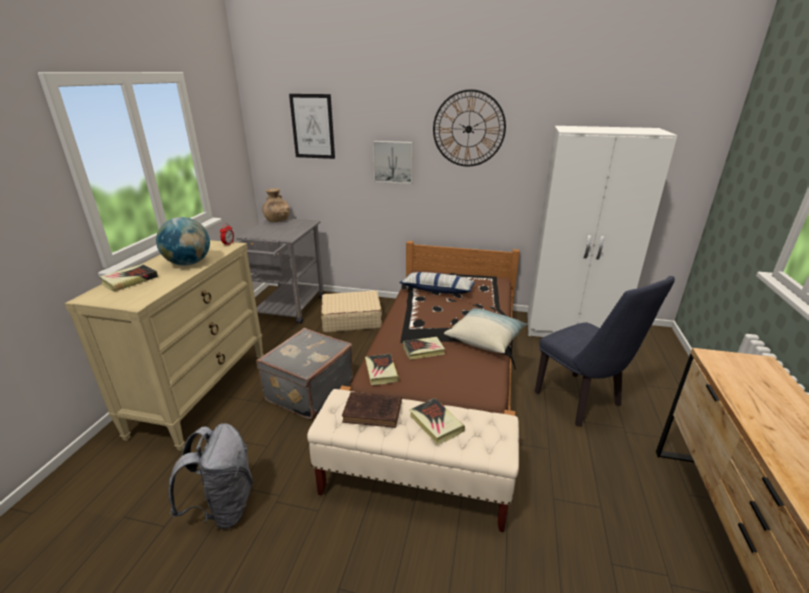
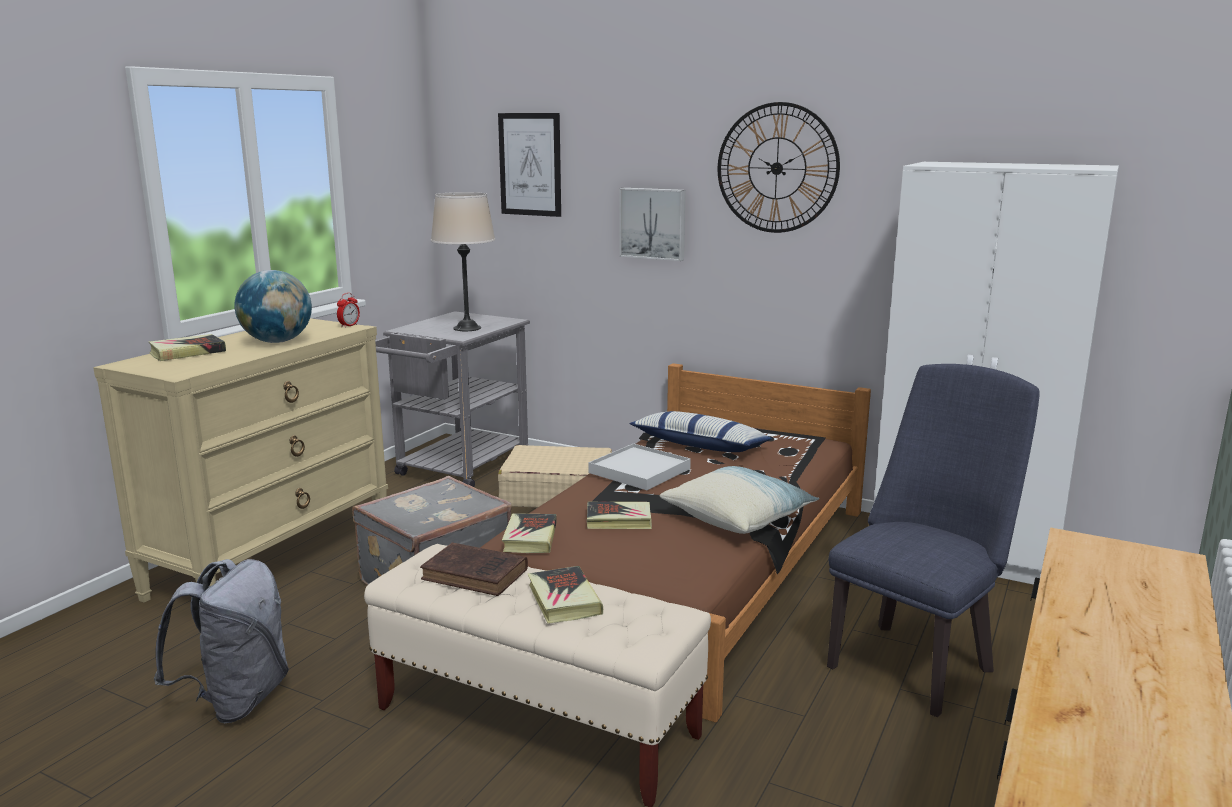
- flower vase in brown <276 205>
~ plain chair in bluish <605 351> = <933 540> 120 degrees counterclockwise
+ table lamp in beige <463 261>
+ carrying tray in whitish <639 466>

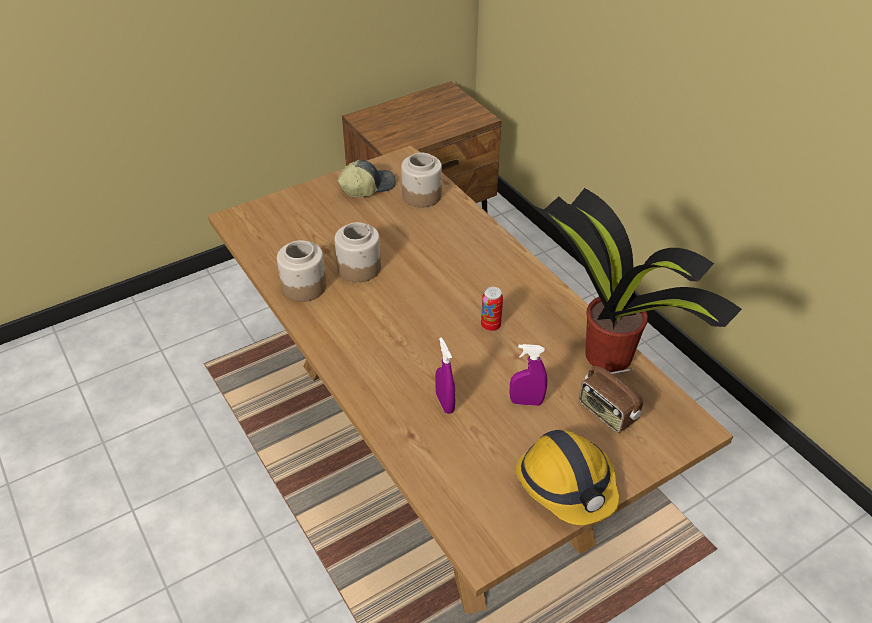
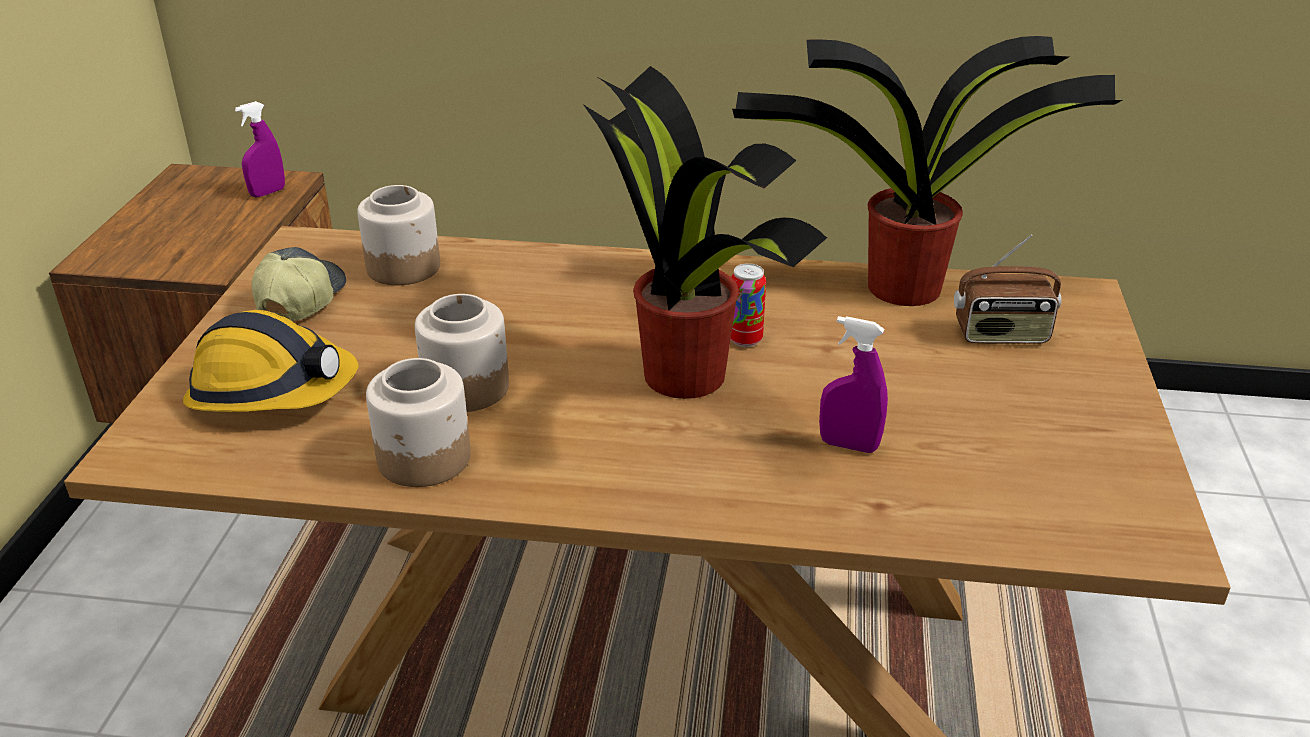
~ sprayer in purplish <528 375> to <260 149>
~ safety helmet <567 477> to <271 361>
+ potted plant <705 232>

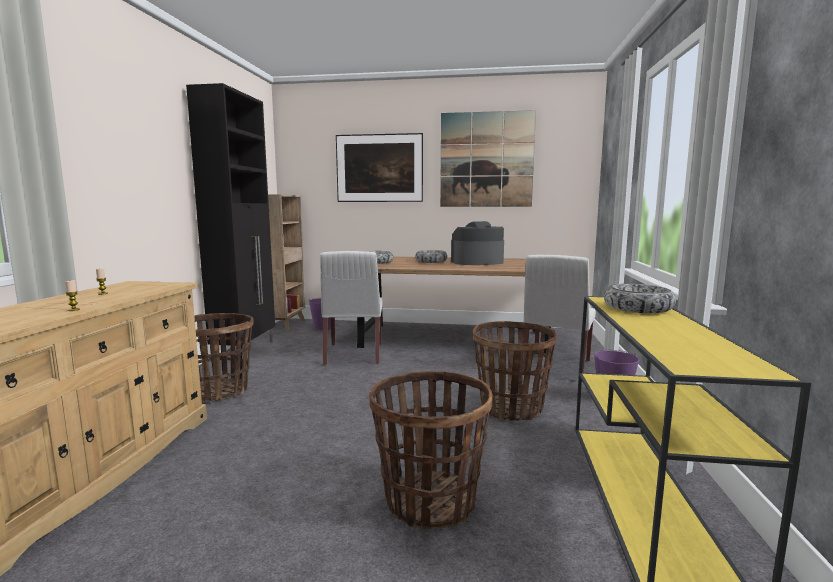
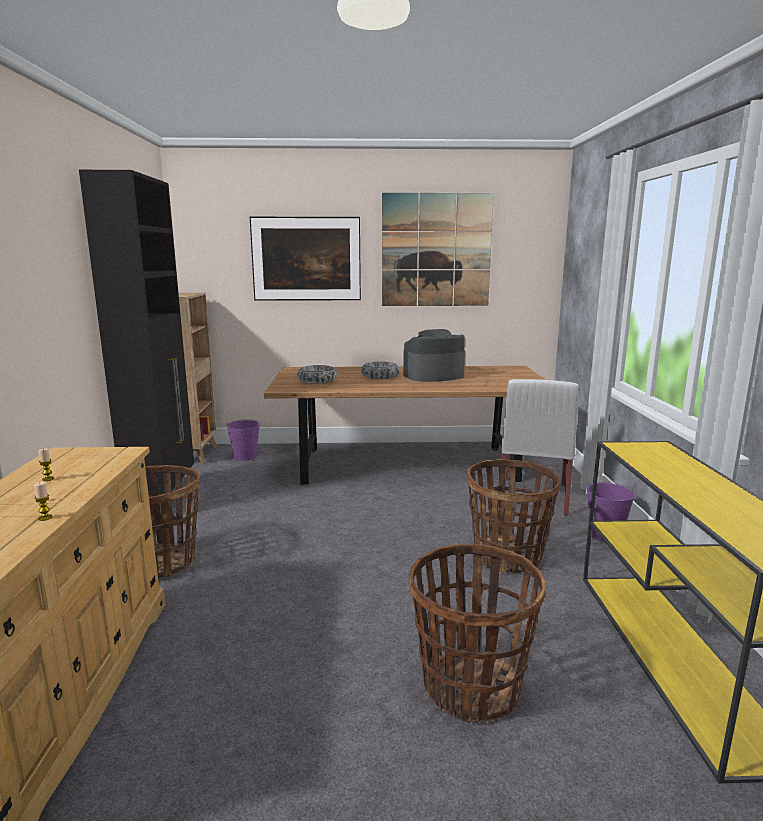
- plain chair in whitish <351 308>
- serving bowl <640 298>

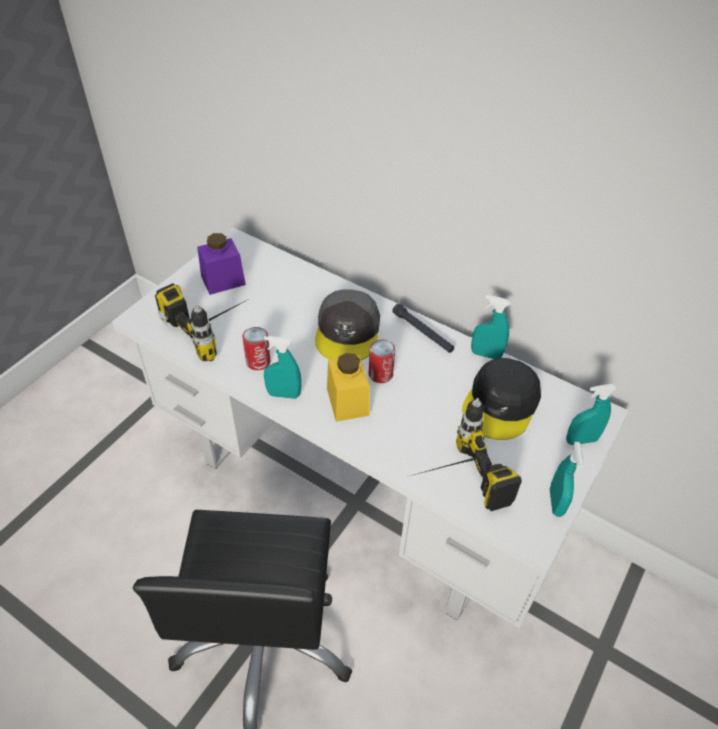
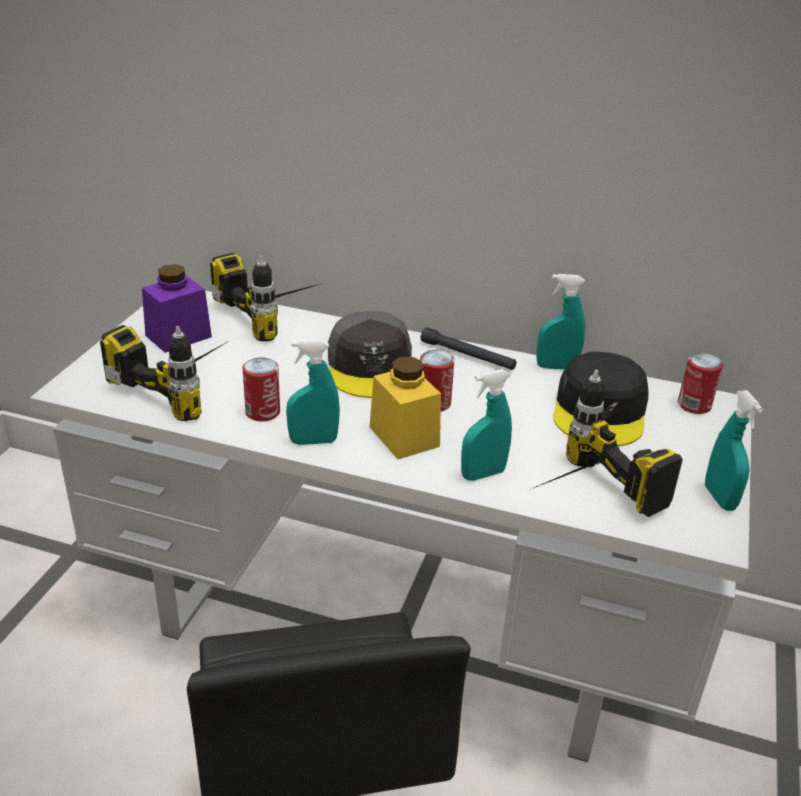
~ sprayer in turquoise <591 414> to <486 425>
+ electric drill <264 297>
+ can <700 383>

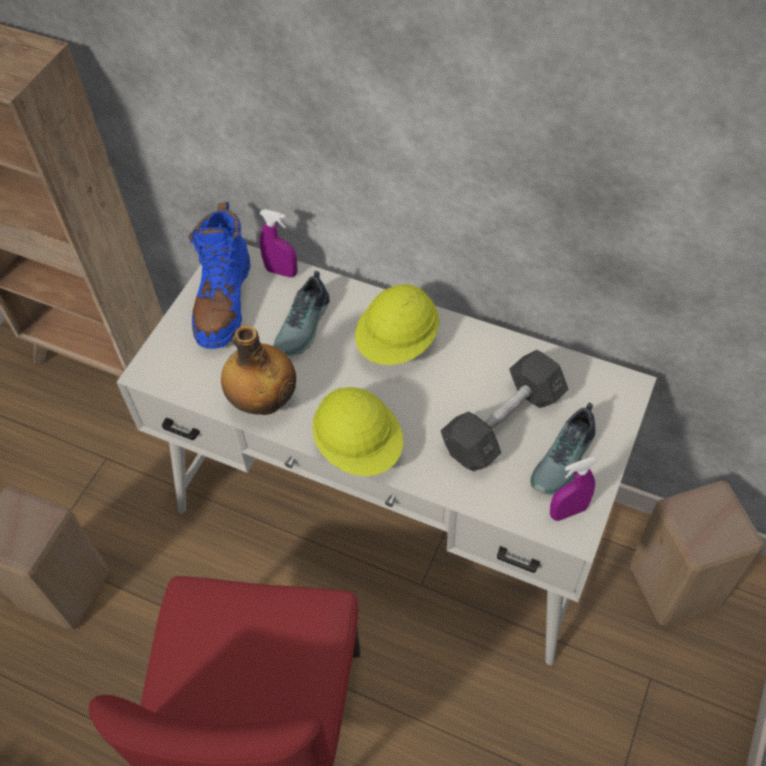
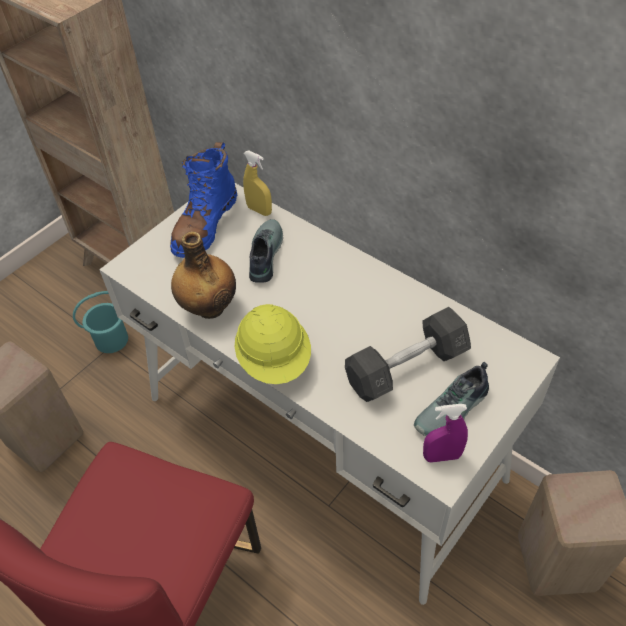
~ sprayer in purplish <279 243> to sprayer in yellow-coloured <257 183>
~ low shoe <301 313> = <266 251> 150 degrees clockwise
- safety helmet in yellow-coloured <397 324>
+ pail in turquoise <100 322>

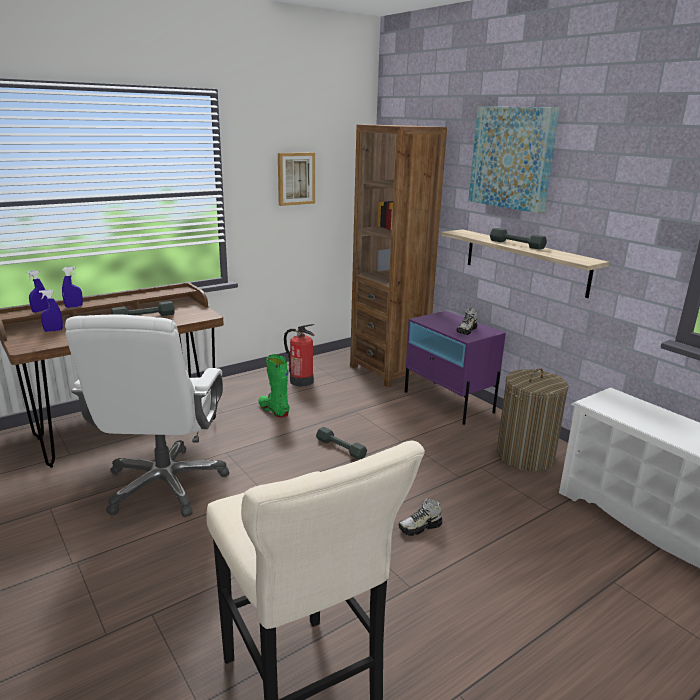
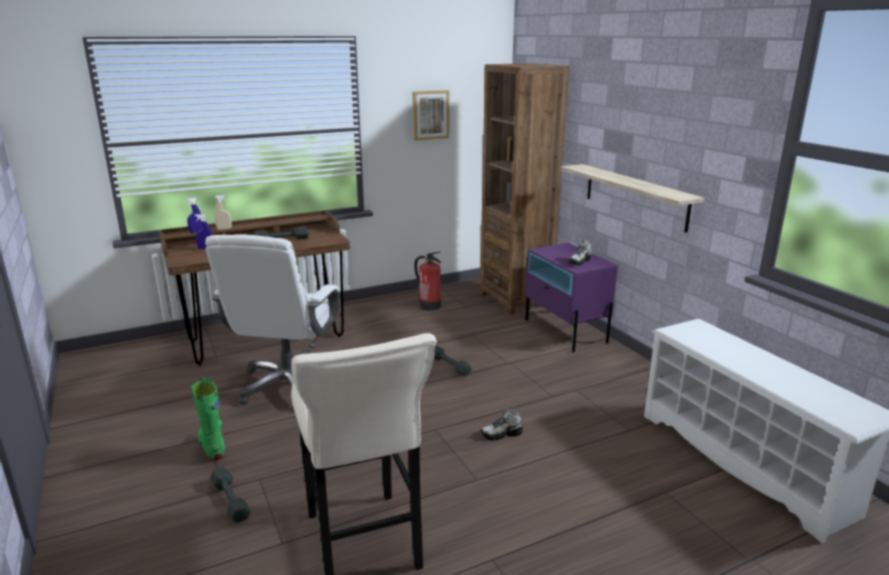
~ sprayer in bluish <72 287> to sprayer in beige <223 212>
~ boot in greenish <274 385> to <208 419>
- wall picture <514 160>
~ hand weight in greyish <518 239> to <230 495>
- hamper <532 420>

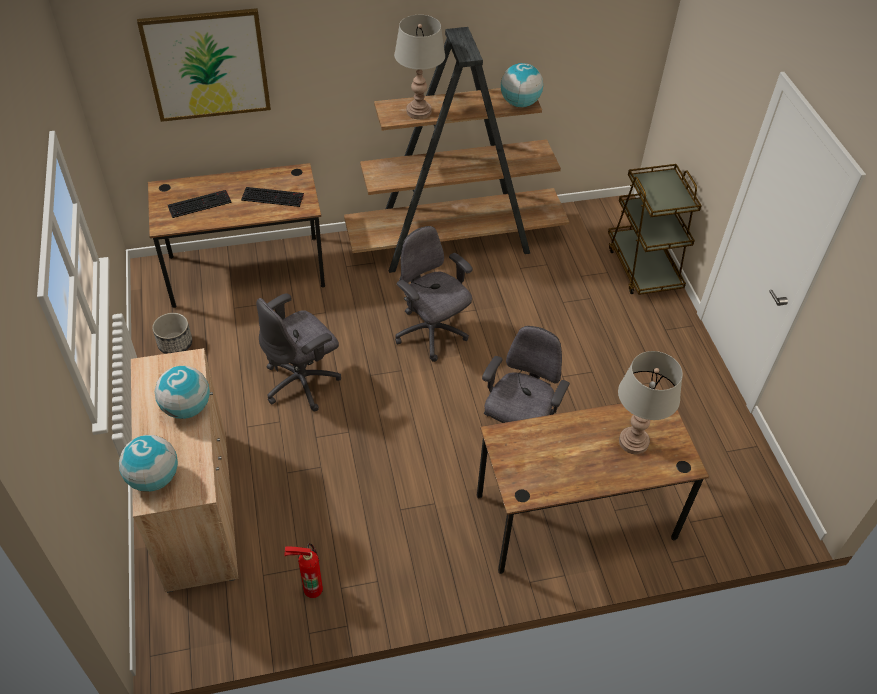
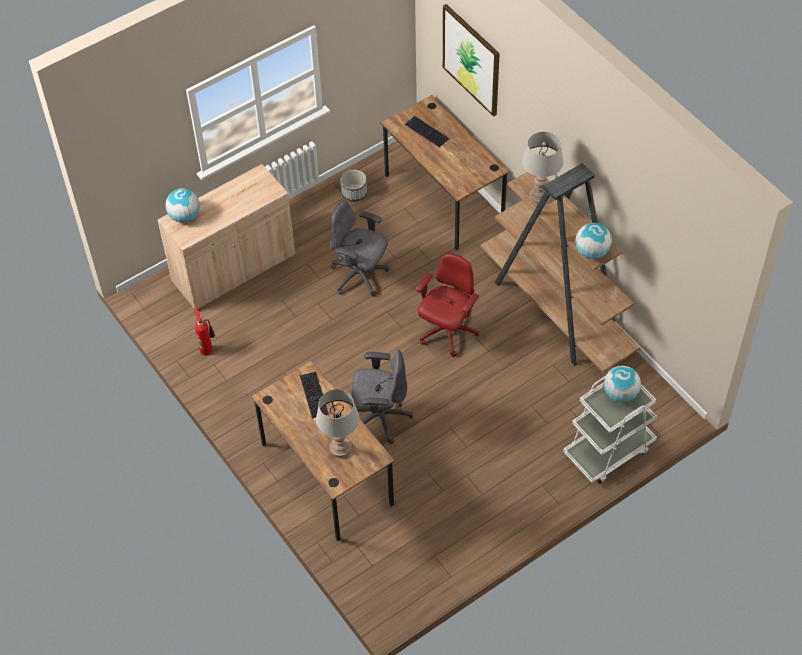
~ desk globe <182 392> to <622 384>
~ PC keyboard <272 197> to <314 395>
~ office chair in greyish <433 294> to office chair in reddish <448 305>
~ wheeled cart in brown <655 229> to wheeled cart in whitish <610 430>

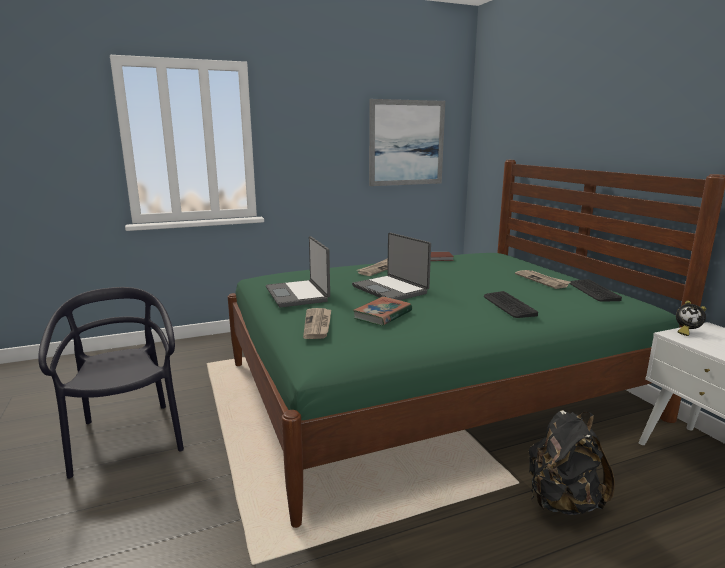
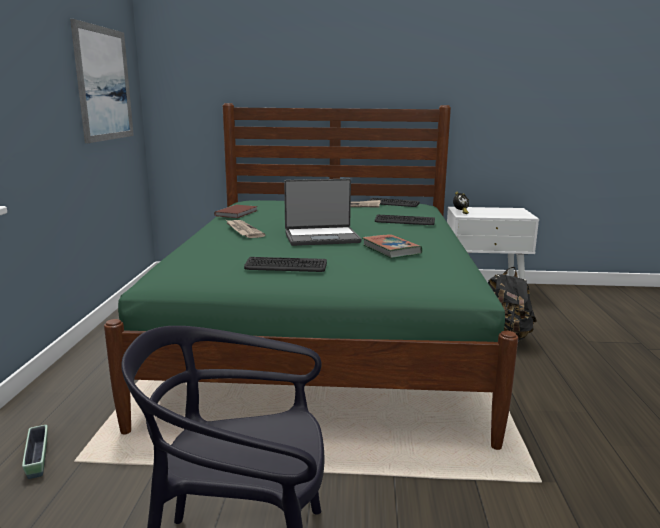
~ portable computer <298 271> to PC keyboard <285 264>
- printed paper <317 323>
+ planter <35 452>

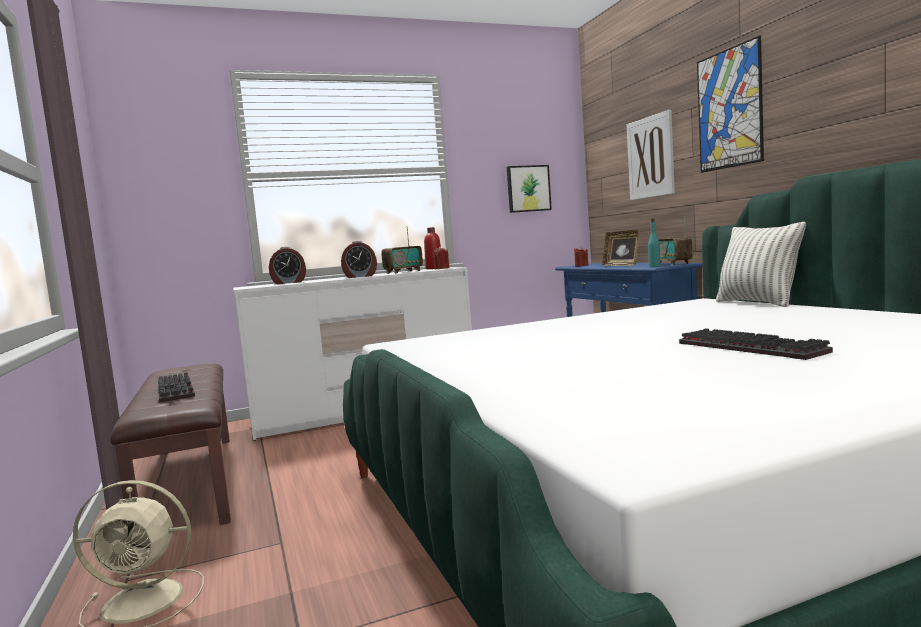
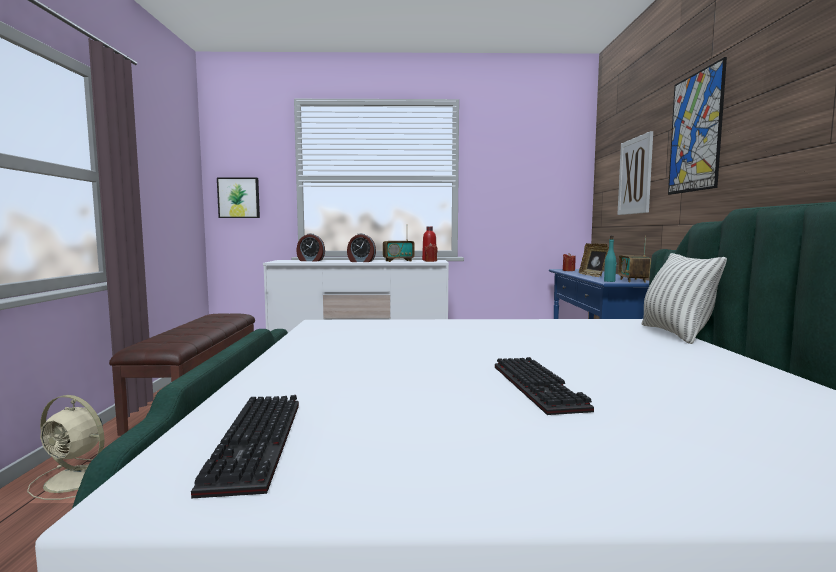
~ PC keyboard <176 387> to <245 447>
~ wall picture <529 189> to <238 198>

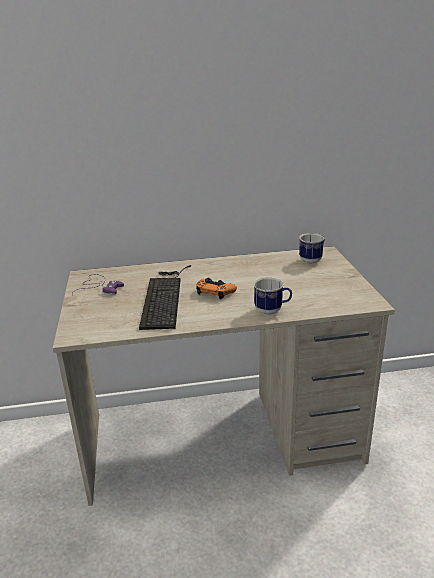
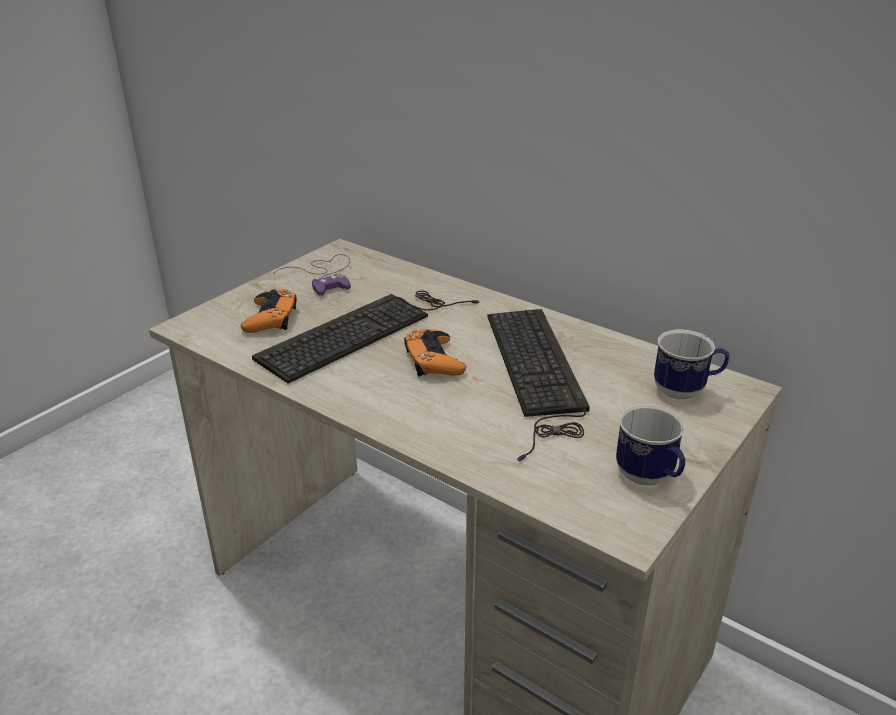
~ mug <273 296> to <650 444>
+ gamepad in orangey <268 311>
+ PC keyboard <539 385>

